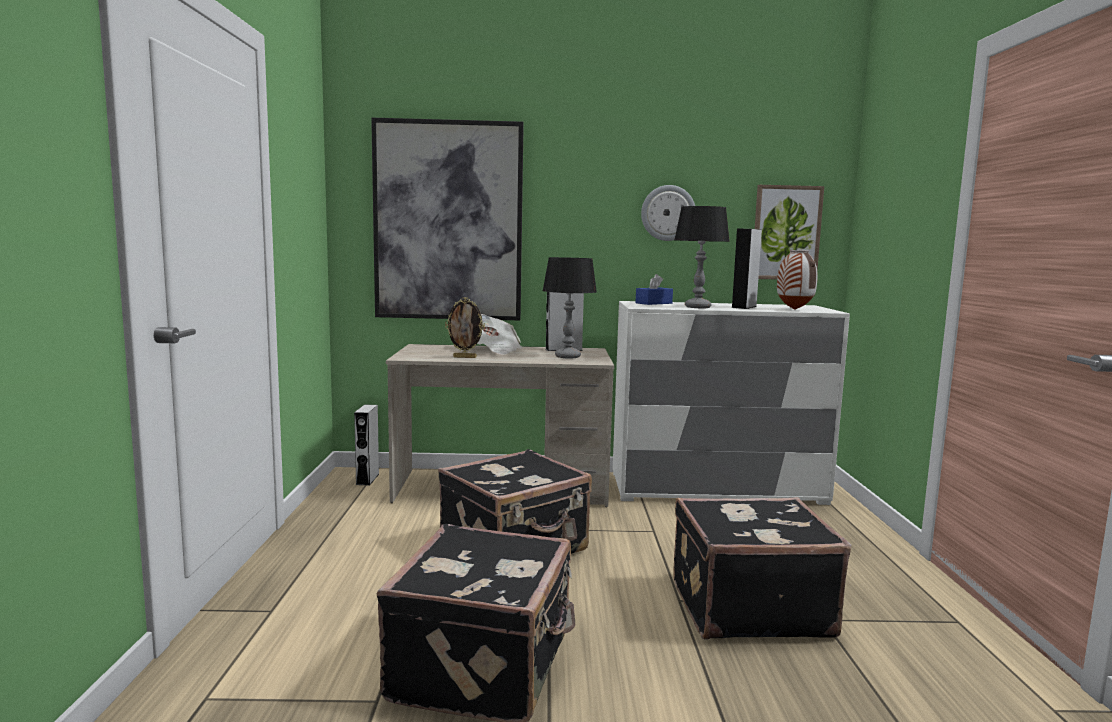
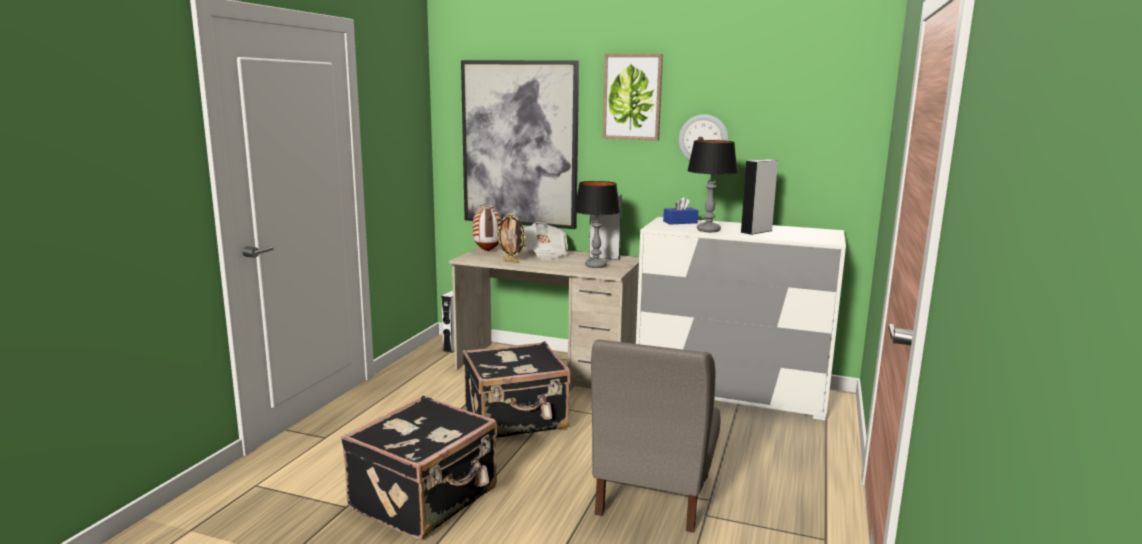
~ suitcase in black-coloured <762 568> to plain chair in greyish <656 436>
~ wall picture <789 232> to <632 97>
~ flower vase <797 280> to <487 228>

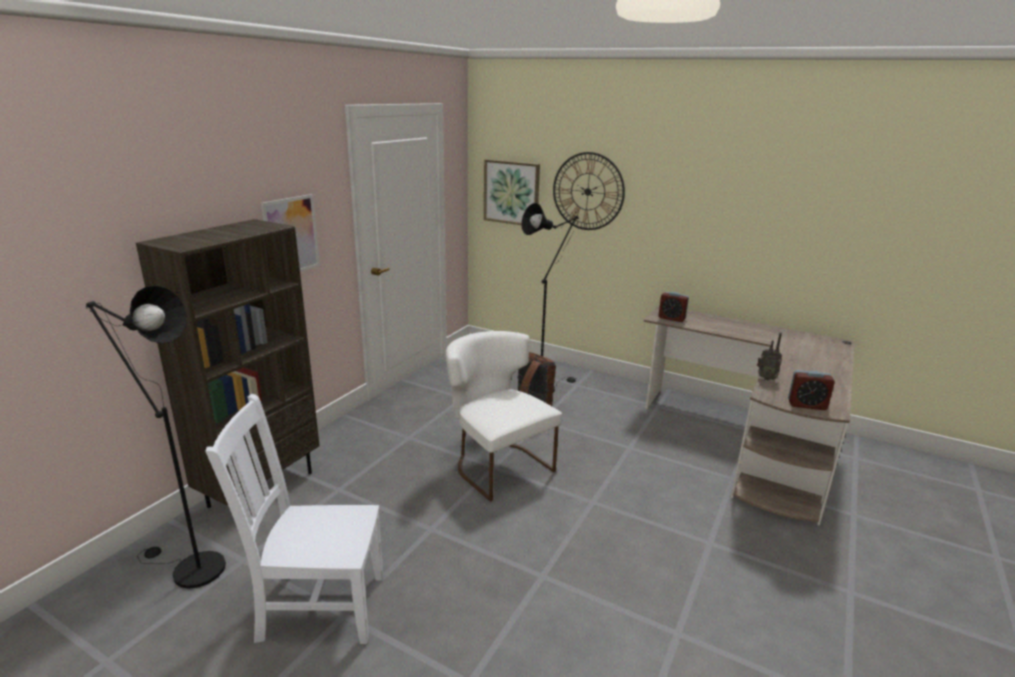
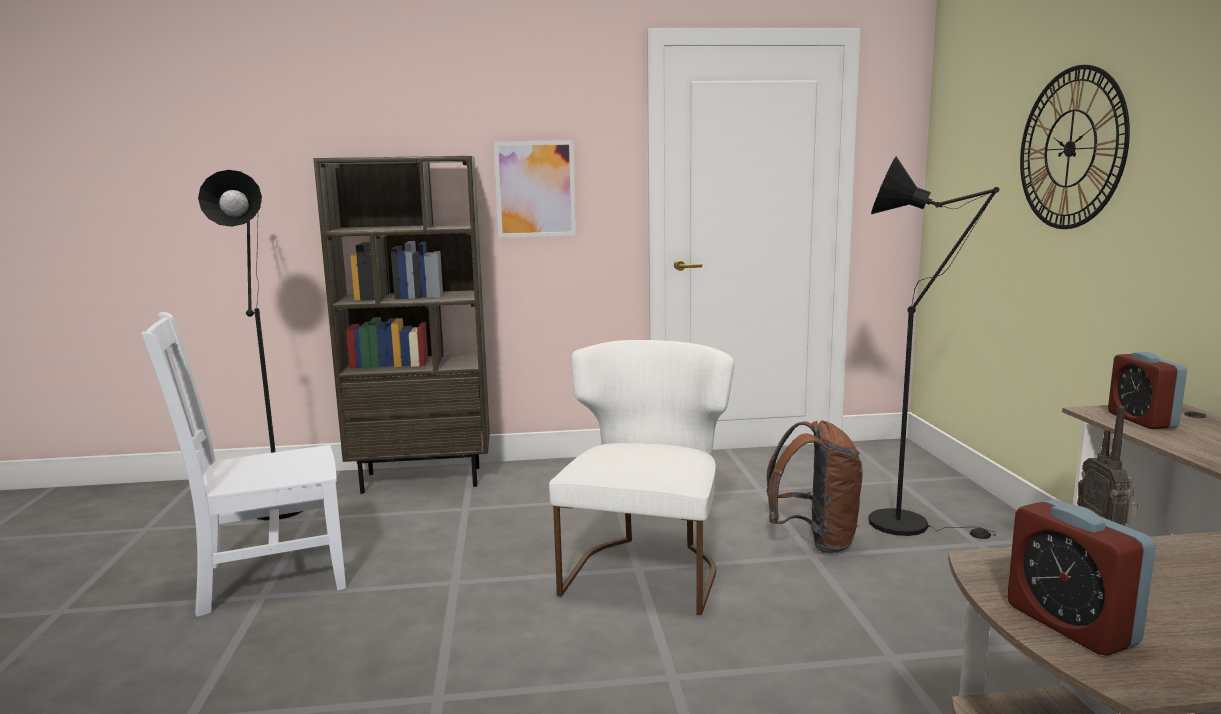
~ plain chair in whitish <294 519> = <243 464> 75 degrees counterclockwise
- wall picture <512 192>

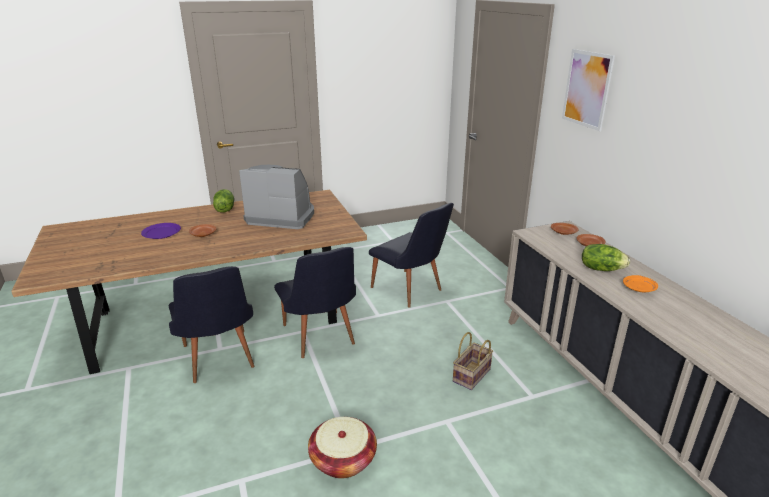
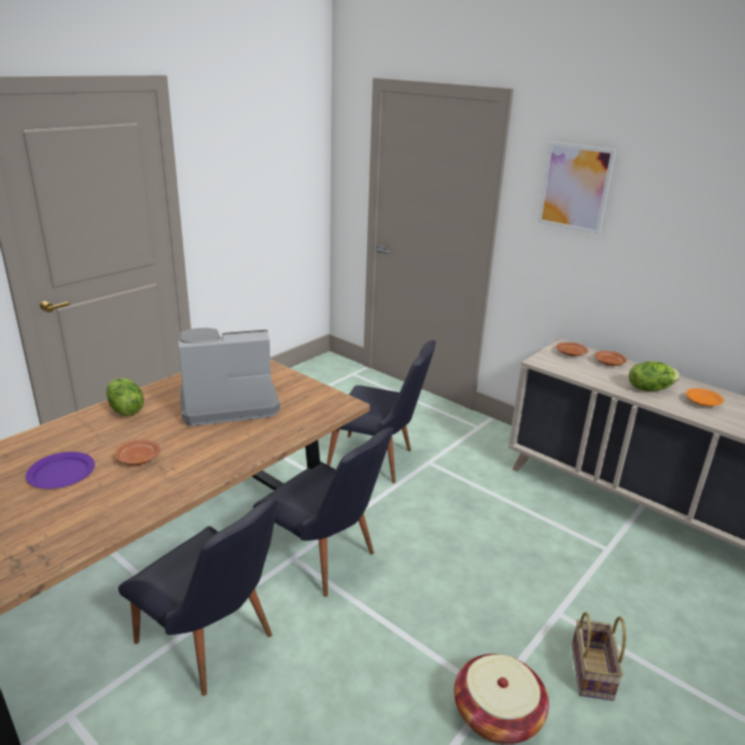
~ storage basket <473 361> to <599 656>

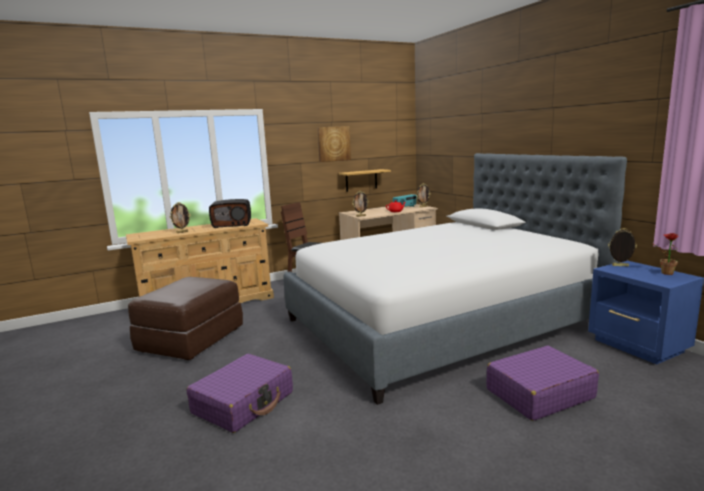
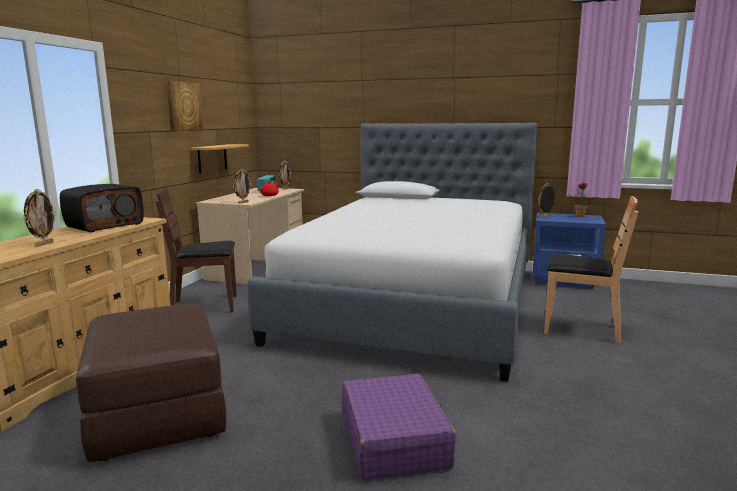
~ suitcase in purplish <542 383> to plain chair in brown <591 269>

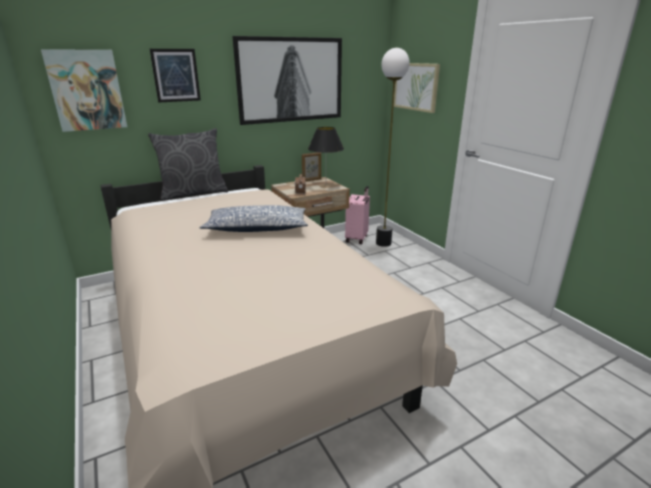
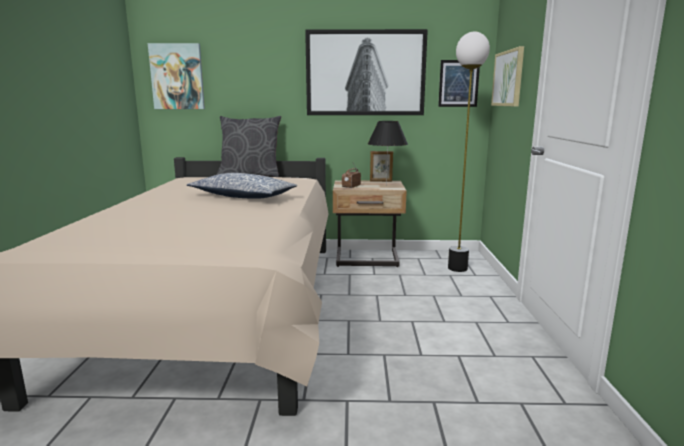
~ wall picture <175 76> to <459 83>
- suitcase in pink-coloured <357 215>

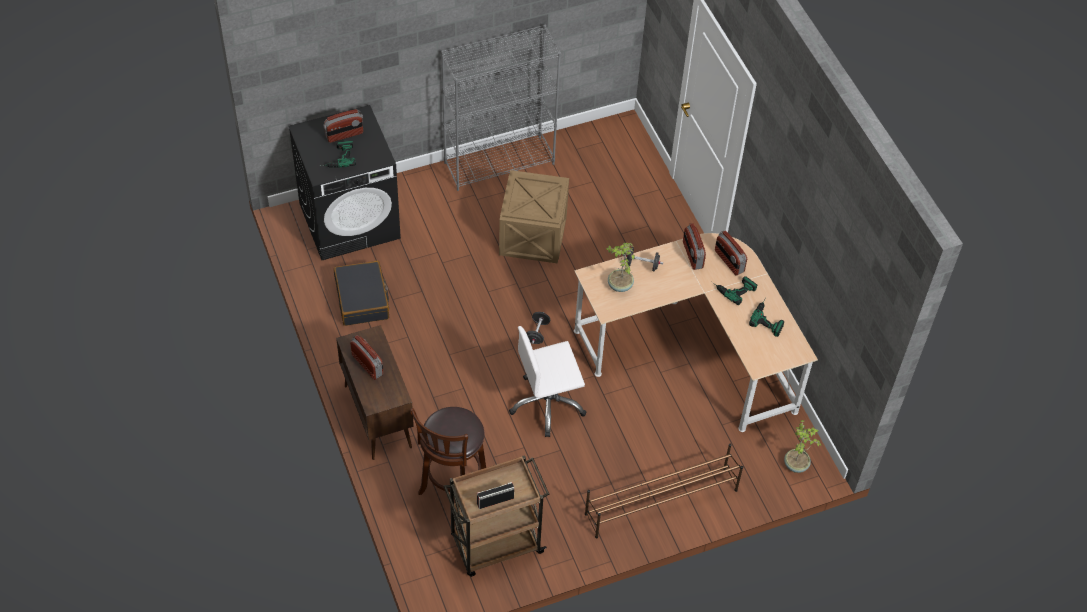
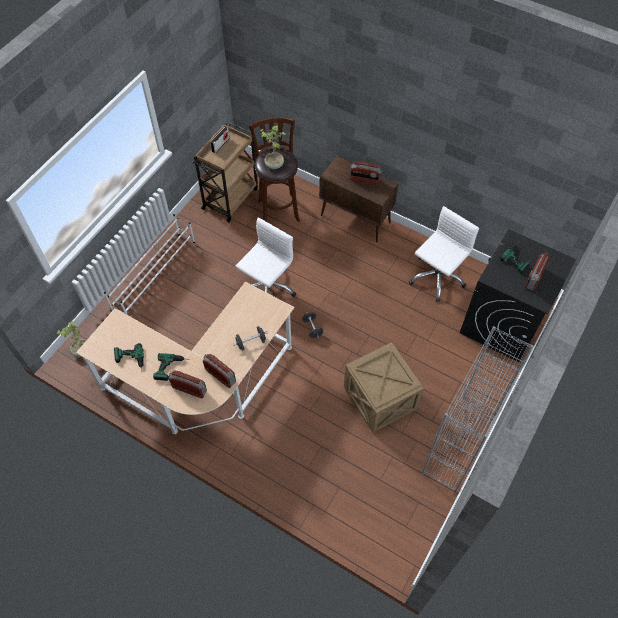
~ suitcase in black-coloured <361 293> to office chair in whitish <444 254>
~ shoe rack in brown <664 491> to shoe rack in whitish <149 264>
~ potted plant <620 267> to <273 147>

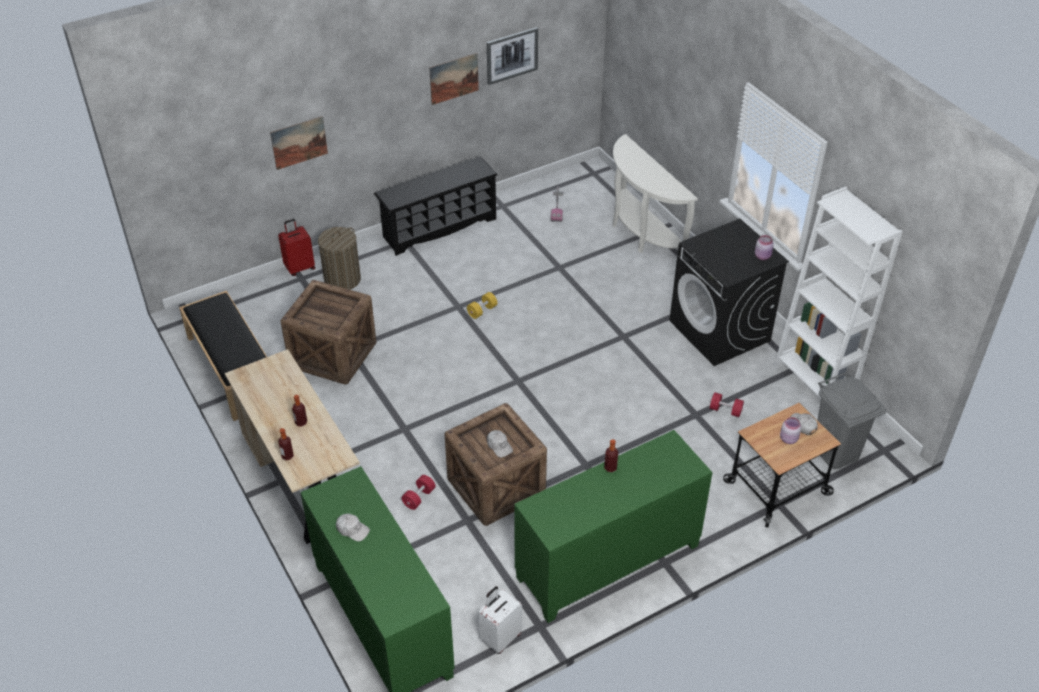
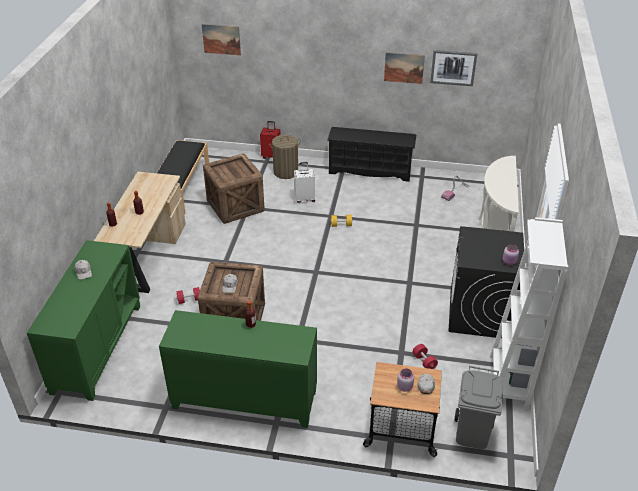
~ wall picture <299 143> to <221 40>
~ suitcase in whitish <500 620> to <304 182>

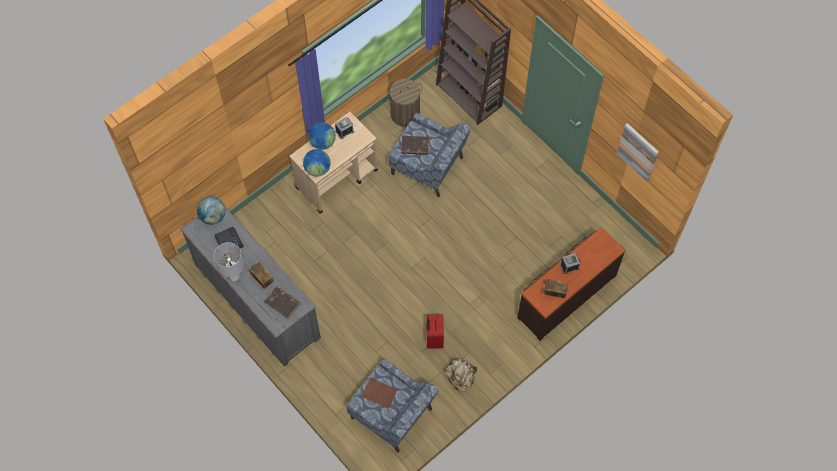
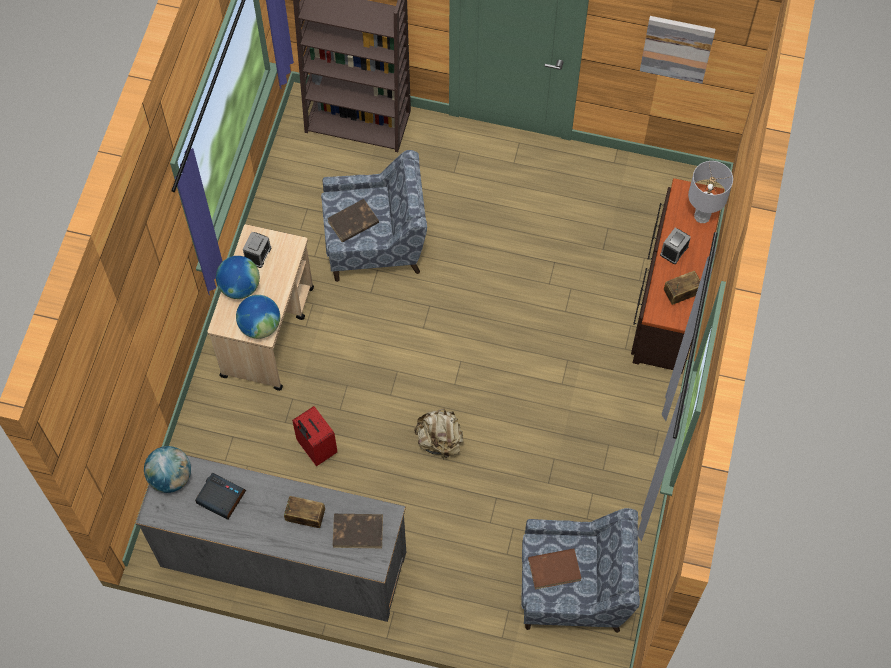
~ table lamp in greyish <229 261> to <710 192>
- hamper <404 103>
~ suitcase in reddish <435 331> to <314 436>
~ knapsack in beige <461 375> to <439 434>

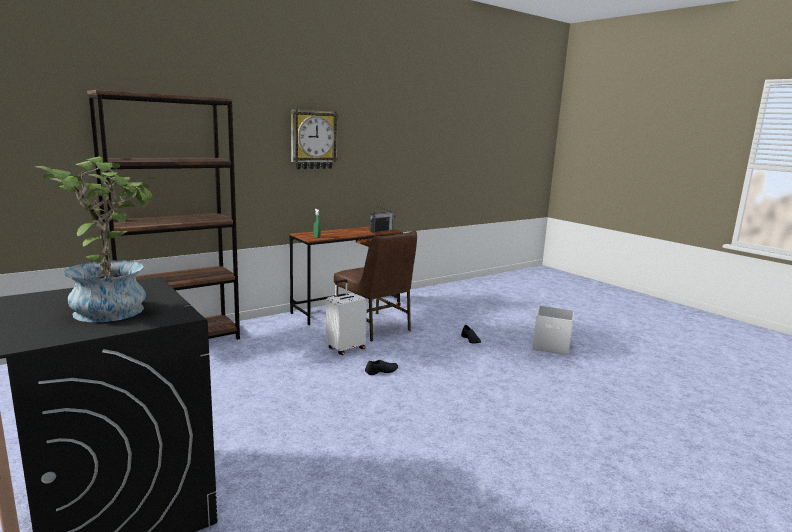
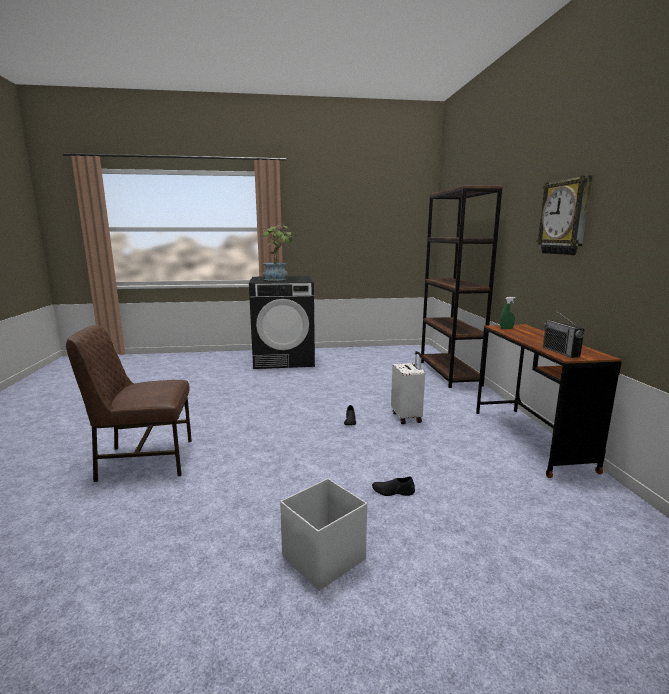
~ plain chair in brown <375 286> to <129 403>

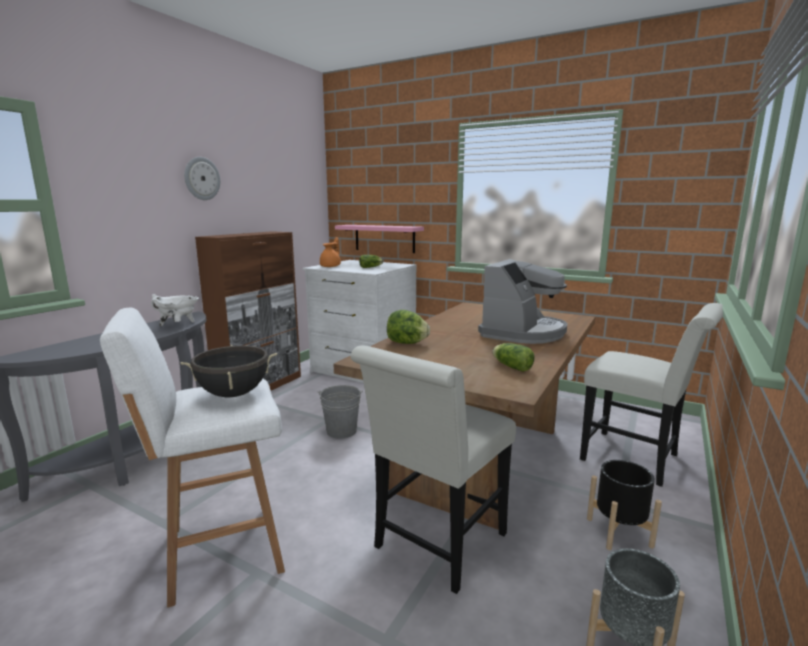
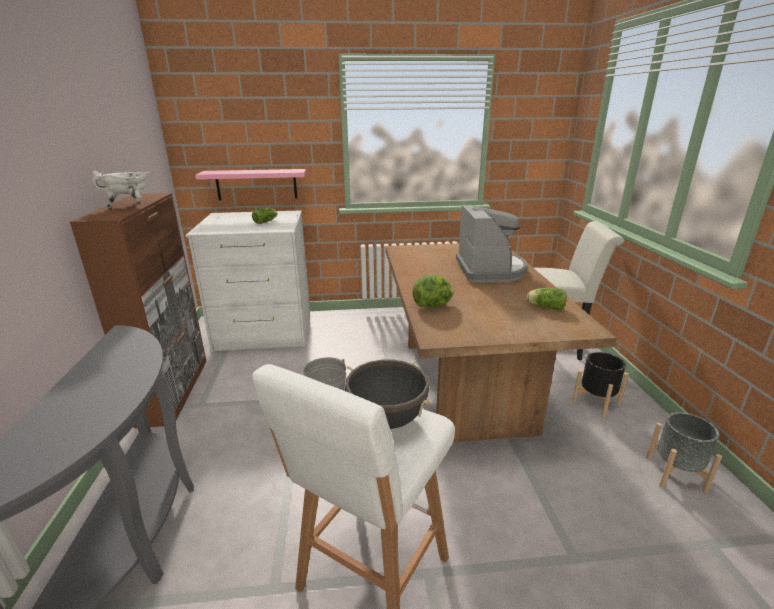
~ cooking pot in whitish <175 310> to <121 189>
- hanging clock <202 178>
- pot for tea in orangey <330 252>
- plain chair in whitish <433 469>

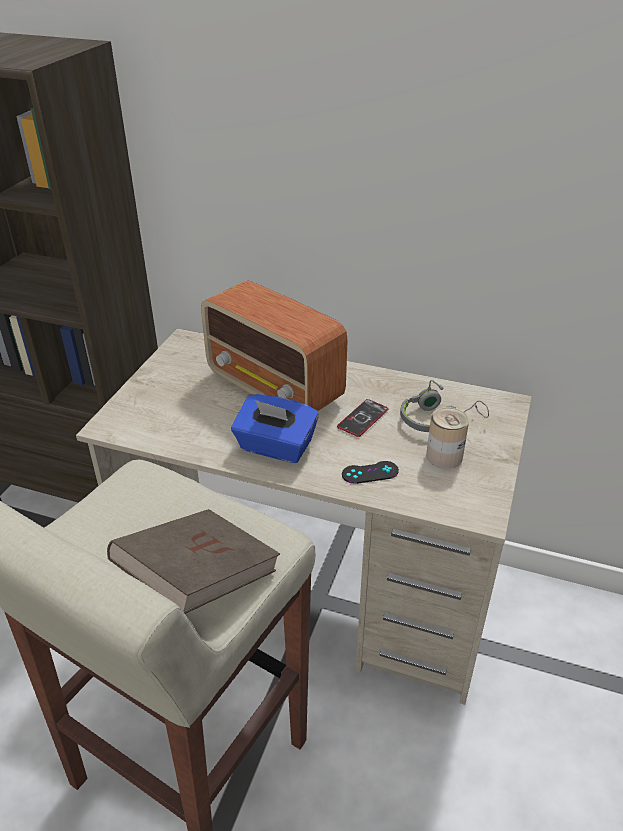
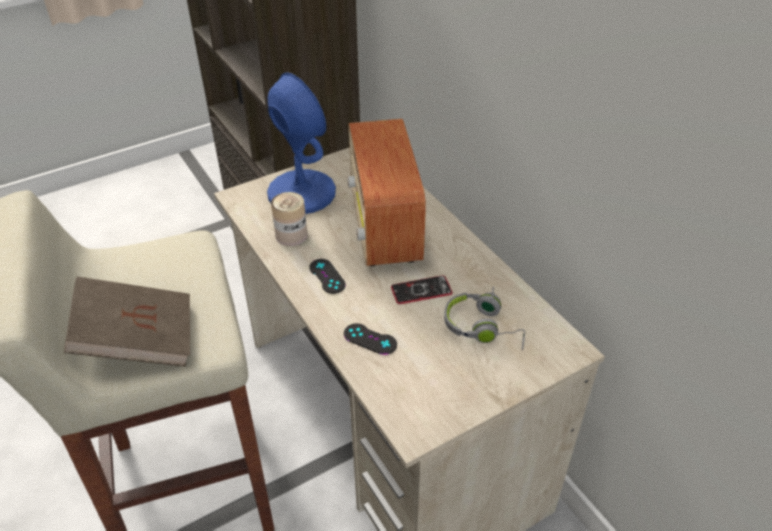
~ tissue box in bluish <275 428> to gamepad in black-coloured <327 276>
~ can <447 438> to <289 219>
+ table lamp in bluish <301 143>

